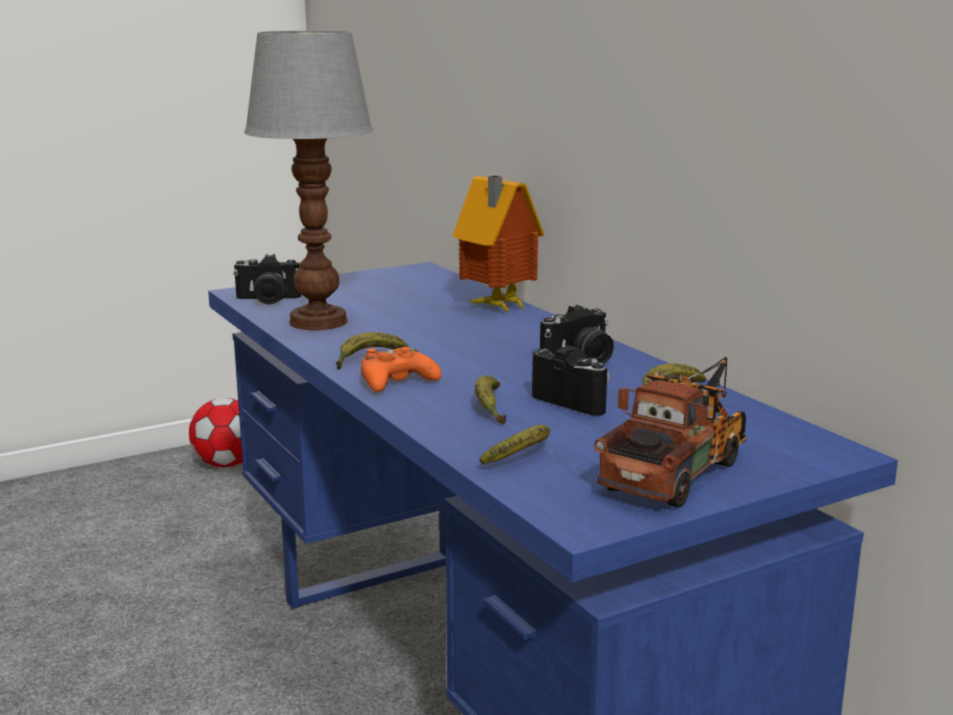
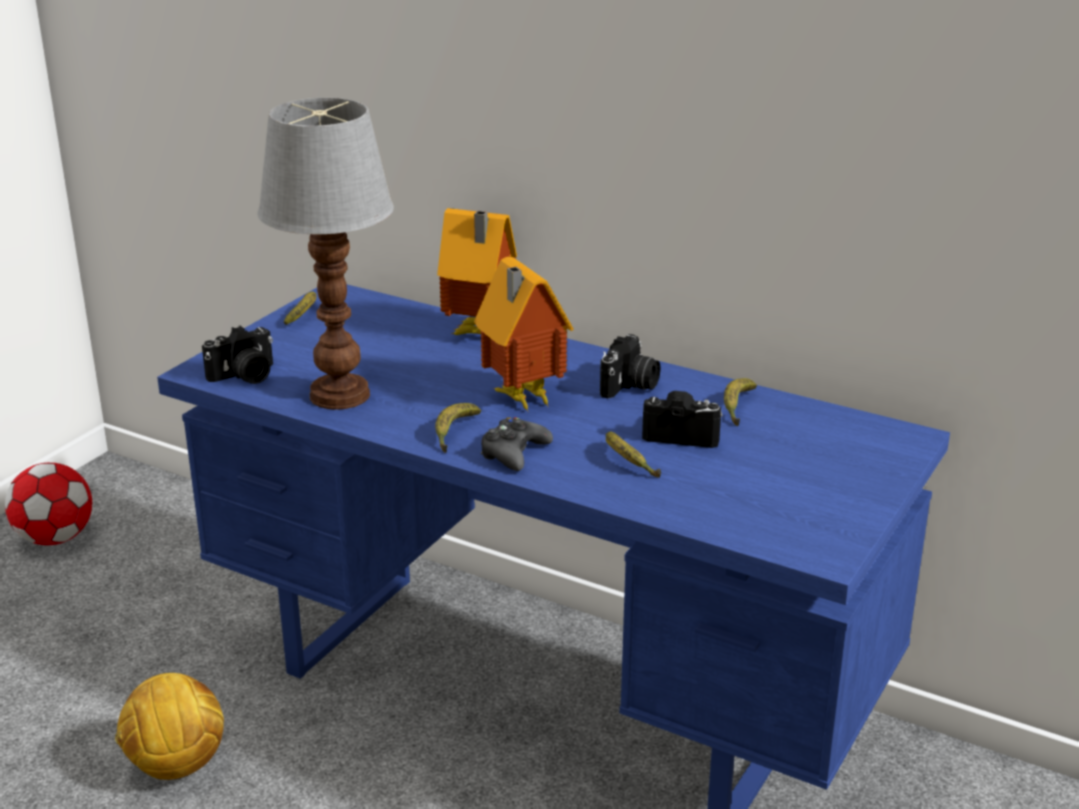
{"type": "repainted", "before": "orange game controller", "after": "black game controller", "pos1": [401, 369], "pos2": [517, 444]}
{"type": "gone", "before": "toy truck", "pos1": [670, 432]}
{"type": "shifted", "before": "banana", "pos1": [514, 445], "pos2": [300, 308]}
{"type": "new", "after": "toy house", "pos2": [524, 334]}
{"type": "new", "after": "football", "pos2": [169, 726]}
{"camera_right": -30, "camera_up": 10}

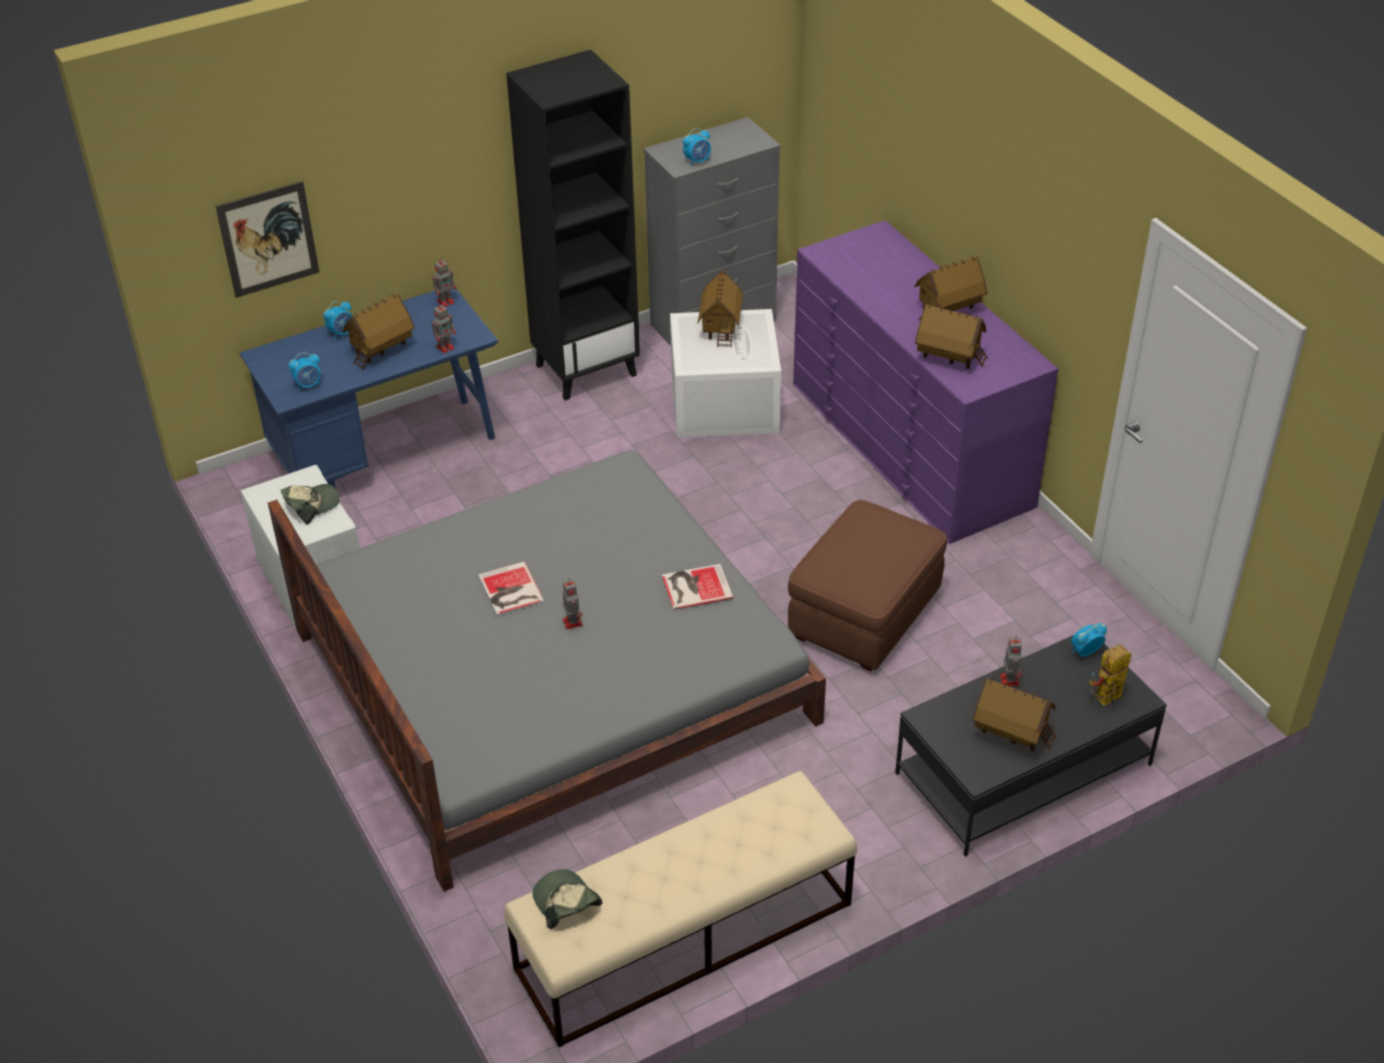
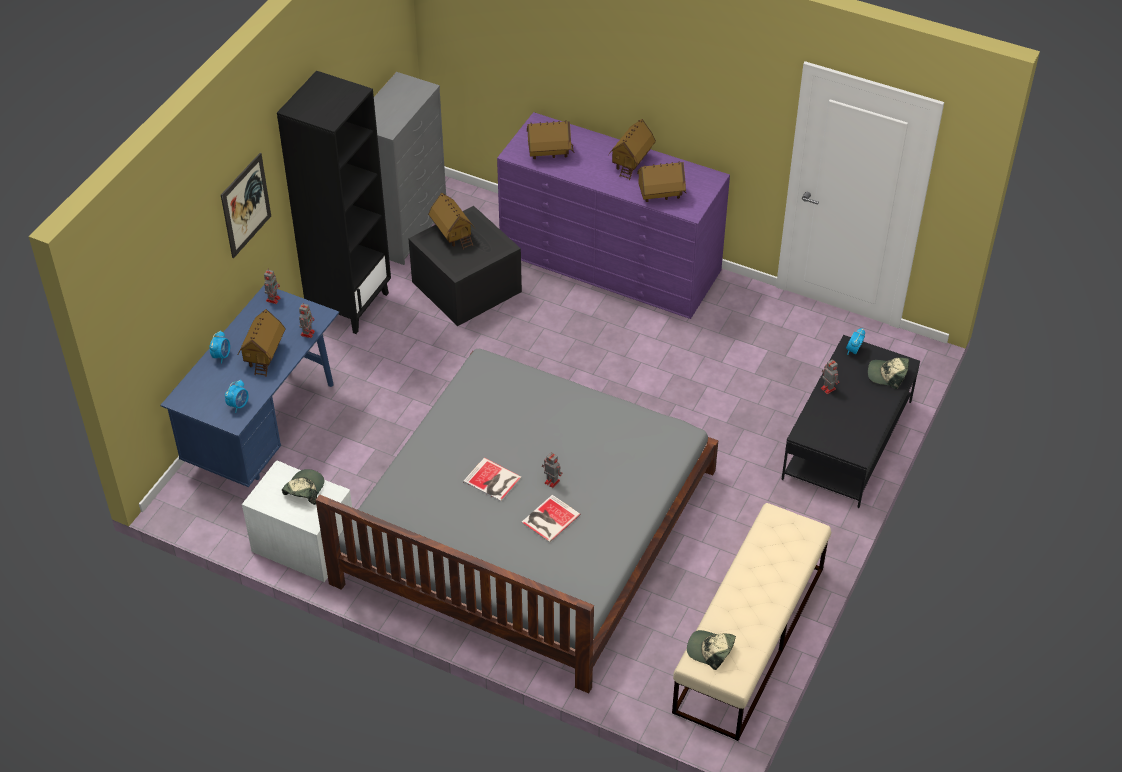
{"type": "gone", "before": "alarm clock", "pos1": [697, 147]}
{"type": "shifted", "before": "picture", "pos1": [267, 239], "pos2": [246, 205]}
{"type": "repainted", "before": "white storage box", "after": "black storage box", "pos1": [725, 373], "pos2": [465, 266]}
{"type": "gone", "before": "brown ottoman", "pos1": [867, 585]}
{"type": "shifted", "before": "book", "pos1": [697, 587], "pos2": [551, 519]}
{"type": "swapped", "before": "toy robot", "after": "cap", "pos1": [1110, 675], "pos2": [888, 373]}
{"type": "shifted", "before": "toy house", "pos1": [1014, 714], "pos2": [551, 140]}
{"camera_right": -35, "camera_up": 5}

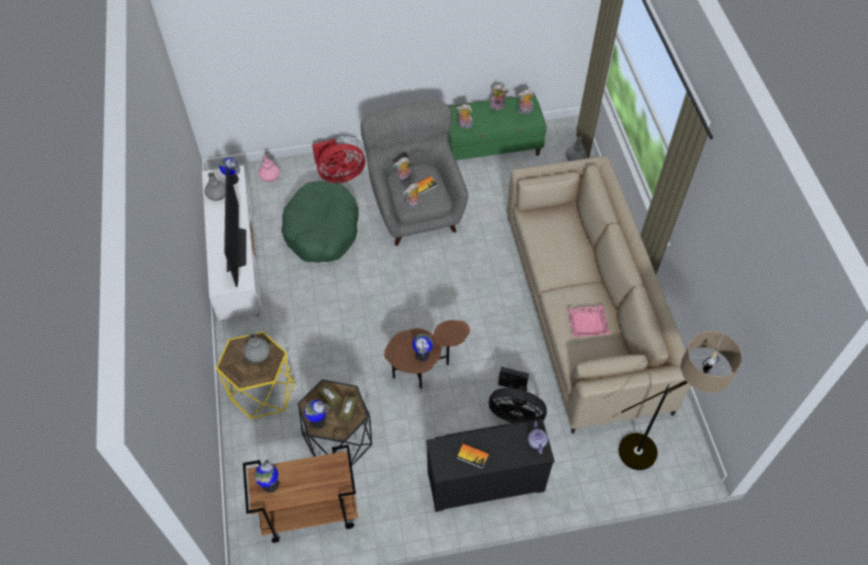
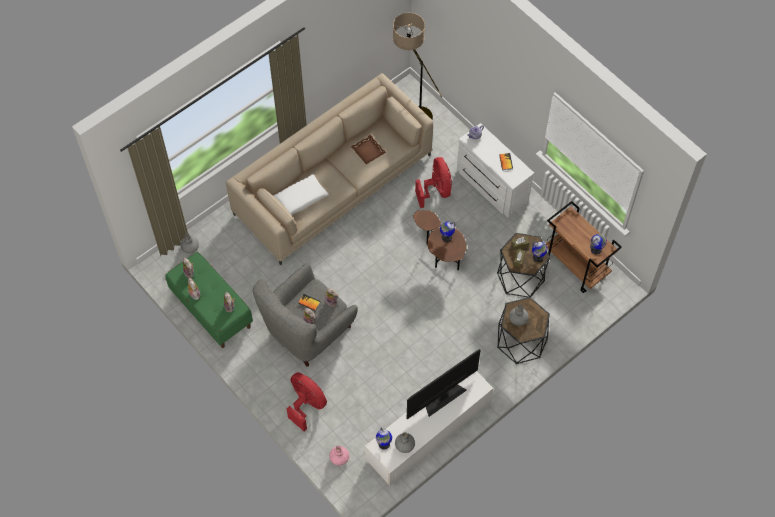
{"type": "gone", "before": "green dog bed", "pos1": [320, 222]}
{"type": "repainted", "before": "pink tray", "after": "brown tray", "pos1": [588, 321], "pos2": [368, 149]}
{"type": "repainted", "before": "yellow side table", "after": "black side table", "pos1": [255, 375], "pos2": [523, 330]}
{"type": "repainted", "before": "black fan", "after": "red fan", "pos1": [518, 394], "pos2": [433, 182]}
{"type": "repainted", "before": "black dresser", "after": "white dresser", "pos1": [490, 466], "pos2": [495, 170]}
{"type": "new", "after": "white pillow", "pos2": [300, 194]}
{"camera_right": -120, "camera_up": 5}

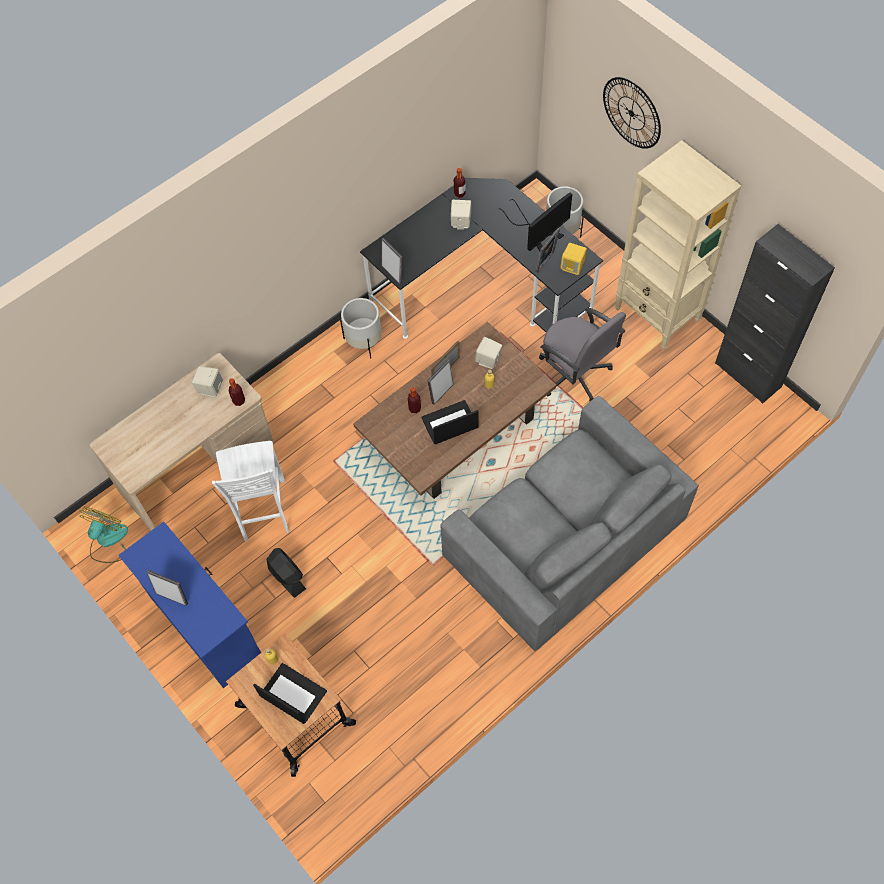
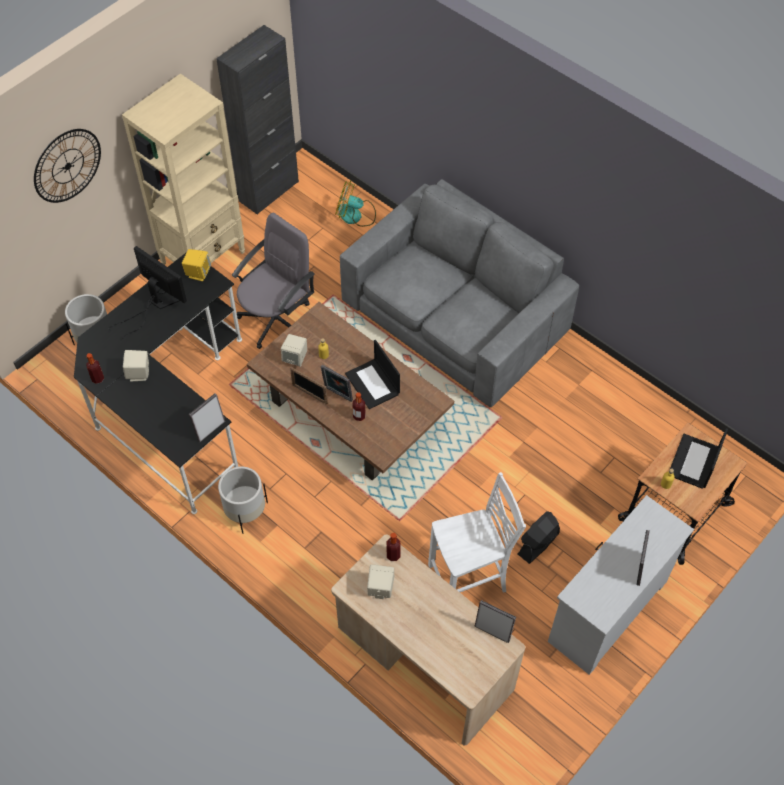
{"type": "shifted", "before": "picture frame", "pos1": [548, 250], "pos2": [495, 621]}
{"type": "shifted", "before": "fan", "pos1": [103, 534], "pos2": [355, 203]}
{"type": "repainted", "before": "blue dresser", "after": "white dresser", "pos1": [189, 605], "pos2": [621, 585]}
{"camera_right": -100, "camera_up": -5}

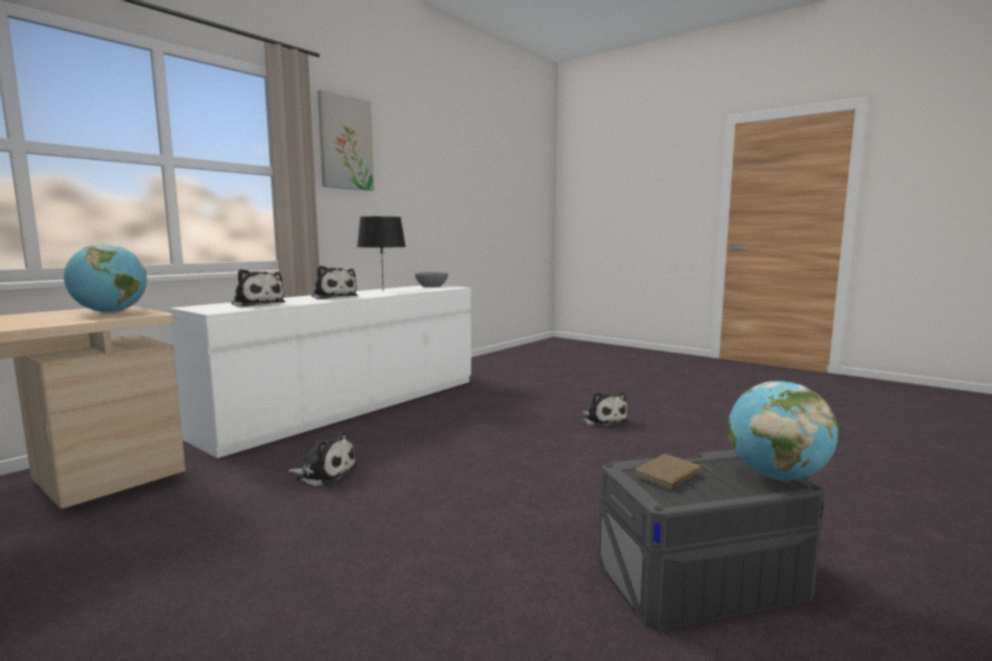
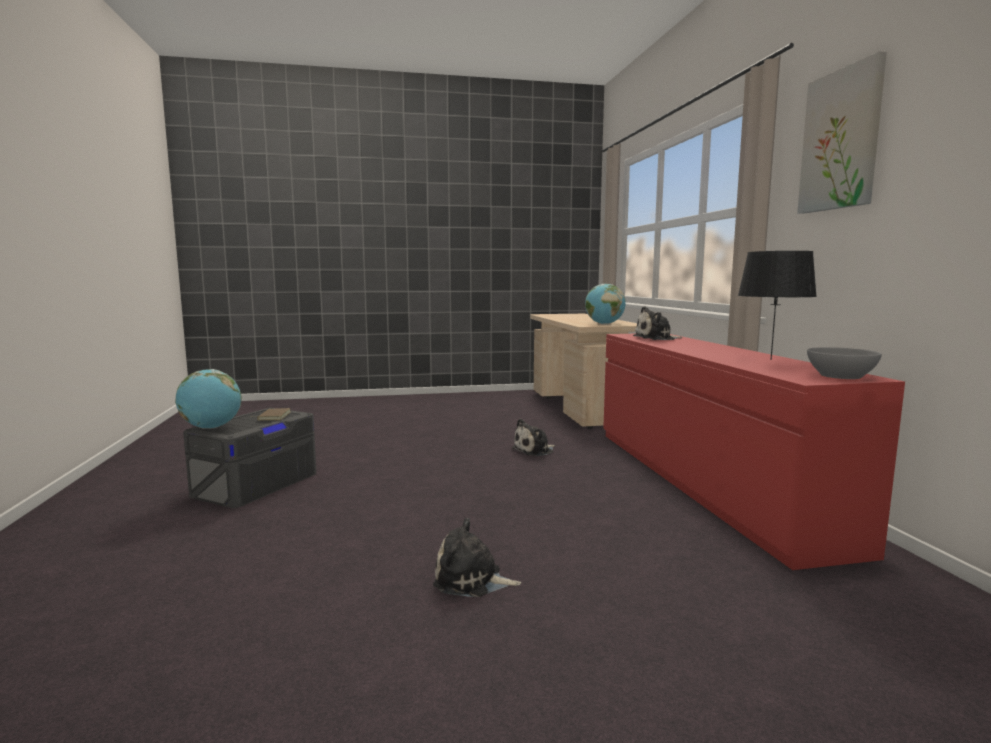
{"type": "gone", "before": "plush toy", "pos1": [334, 282]}
{"type": "repainted", "before": "white dresser", "after": "red dresser", "pos1": [320, 371], "pos2": [754, 452]}
{"camera_right": 130, "camera_up": 0}

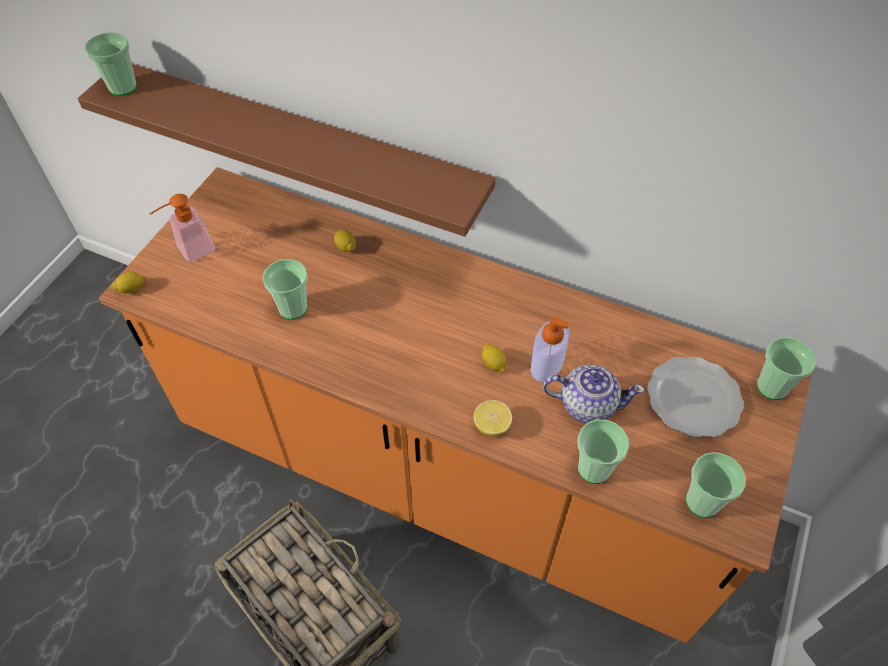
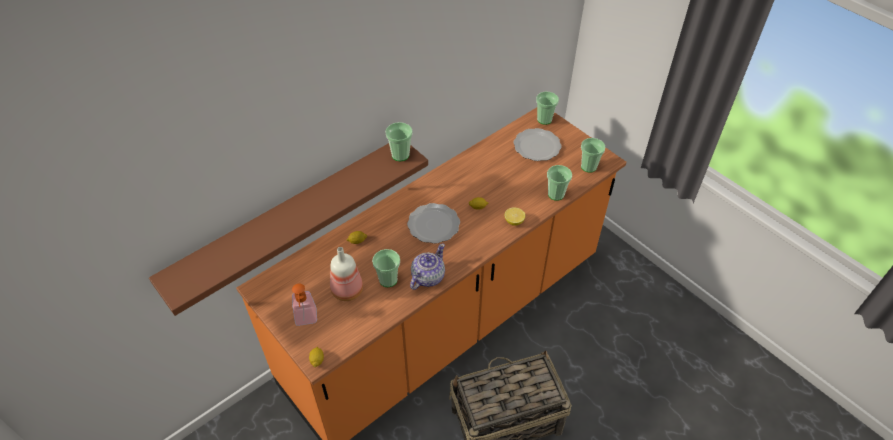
{"type": "shifted", "before": "cup", "pos1": [111, 64], "pos2": [399, 141]}
{"type": "gone", "before": "soap dispenser", "pos1": [550, 349]}
{"type": "shifted", "before": "teapot", "pos1": [594, 394], "pos2": [427, 267]}
{"type": "new", "after": "plate", "pos2": [433, 223]}
{"type": "new", "after": "bottle", "pos2": [346, 274]}
{"camera_right": -65, "camera_up": -5}

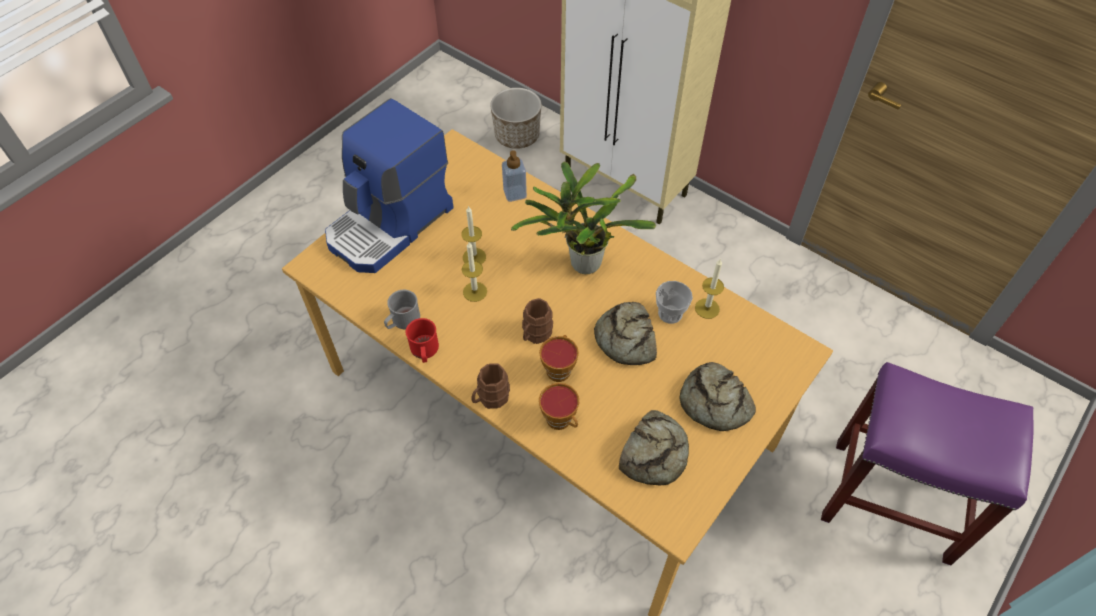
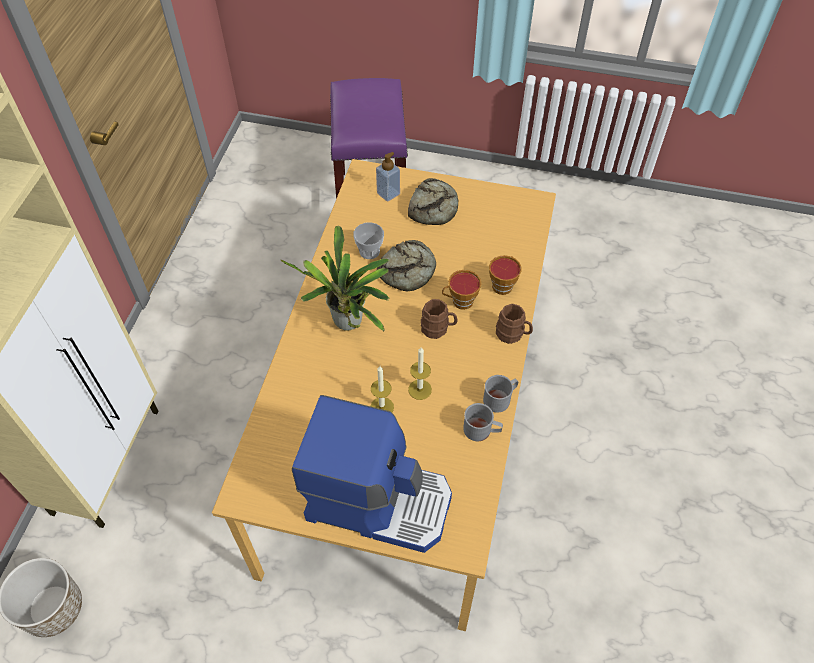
{"type": "shifted", "before": "soap dispenser", "pos1": [514, 176], "pos2": [388, 177]}
{"type": "gone", "before": "candle", "pos1": [709, 289]}
{"type": "repainted", "before": "red mug", "after": "grey mug", "pos1": [422, 340], "pos2": [500, 394]}
{"type": "gone", "before": "bread", "pos1": [654, 447]}
{"camera_right": -115, "camera_up": 0}

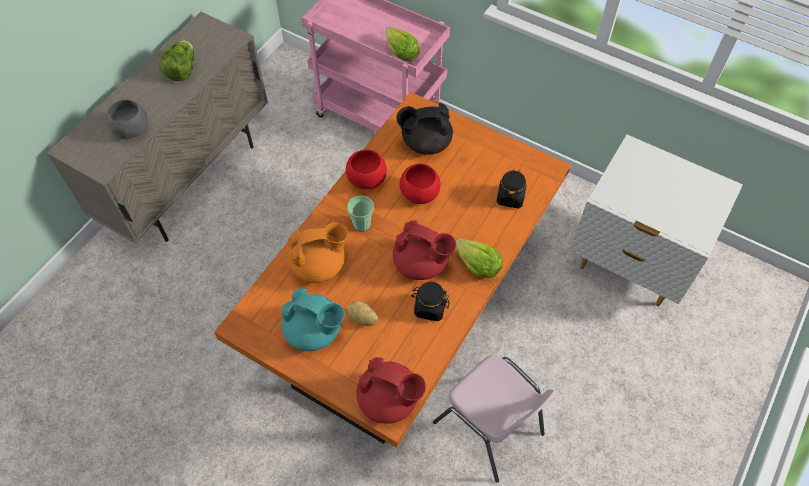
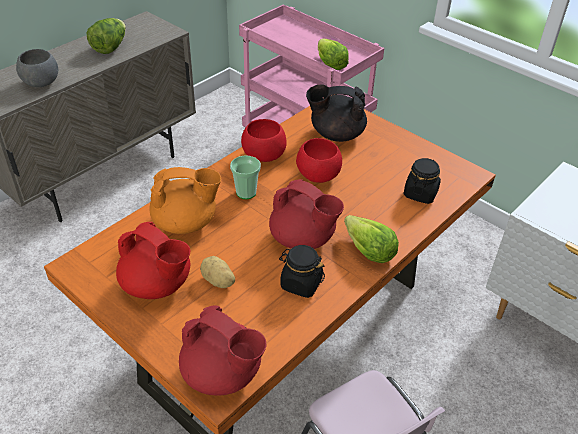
{"type": "repainted", "before": "turquoise teapot", "after": "red teapot", "pos1": [313, 319], "pos2": [153, 260]}
{"camera_right": 10, "camera_up": -15}

